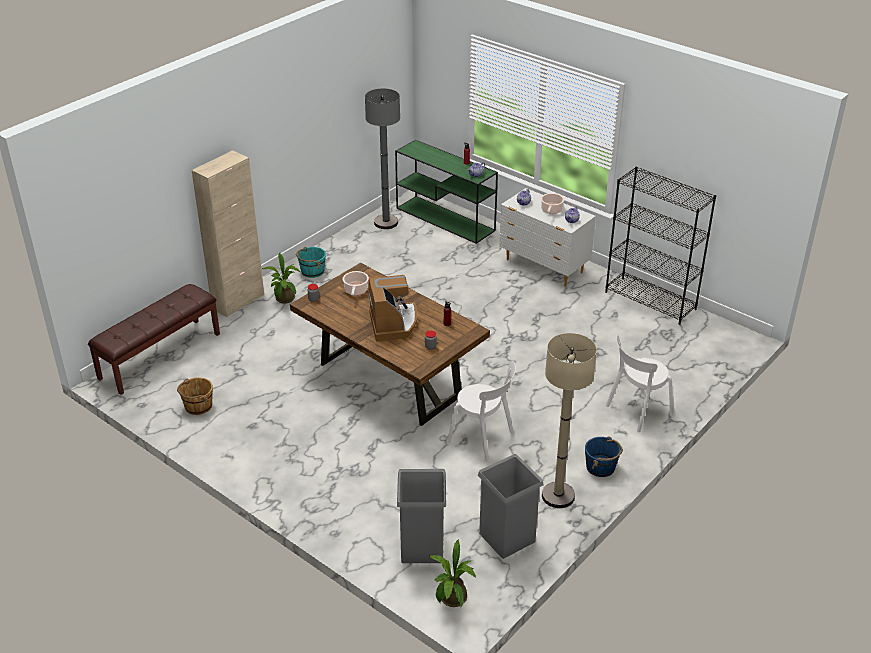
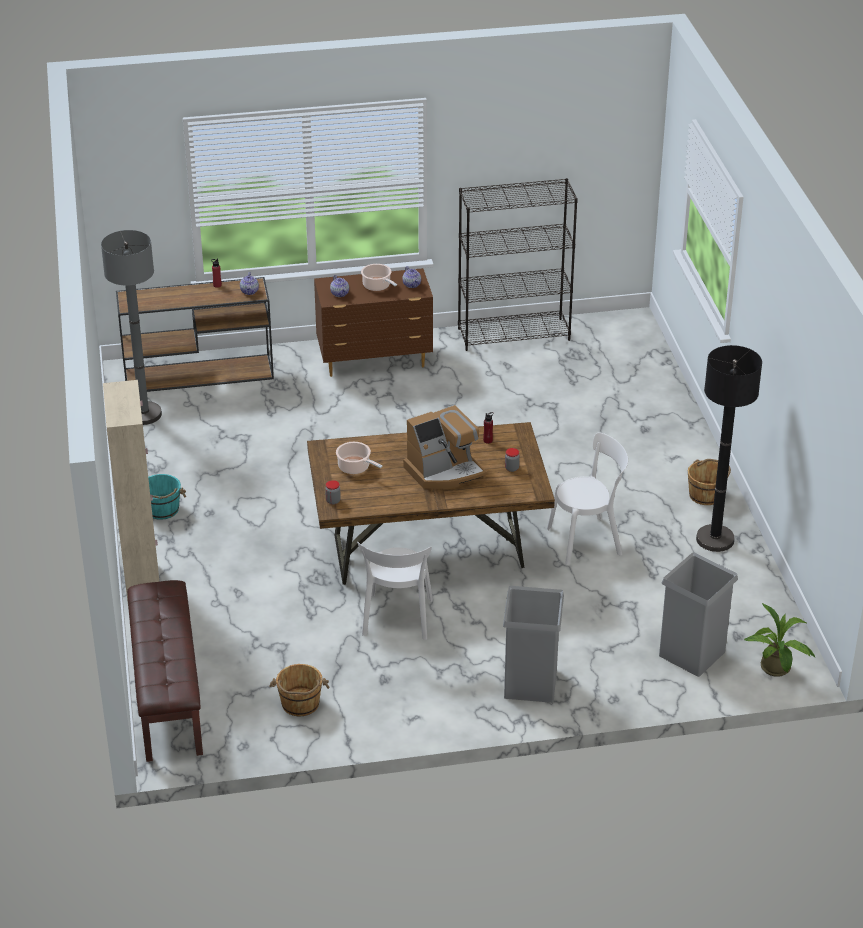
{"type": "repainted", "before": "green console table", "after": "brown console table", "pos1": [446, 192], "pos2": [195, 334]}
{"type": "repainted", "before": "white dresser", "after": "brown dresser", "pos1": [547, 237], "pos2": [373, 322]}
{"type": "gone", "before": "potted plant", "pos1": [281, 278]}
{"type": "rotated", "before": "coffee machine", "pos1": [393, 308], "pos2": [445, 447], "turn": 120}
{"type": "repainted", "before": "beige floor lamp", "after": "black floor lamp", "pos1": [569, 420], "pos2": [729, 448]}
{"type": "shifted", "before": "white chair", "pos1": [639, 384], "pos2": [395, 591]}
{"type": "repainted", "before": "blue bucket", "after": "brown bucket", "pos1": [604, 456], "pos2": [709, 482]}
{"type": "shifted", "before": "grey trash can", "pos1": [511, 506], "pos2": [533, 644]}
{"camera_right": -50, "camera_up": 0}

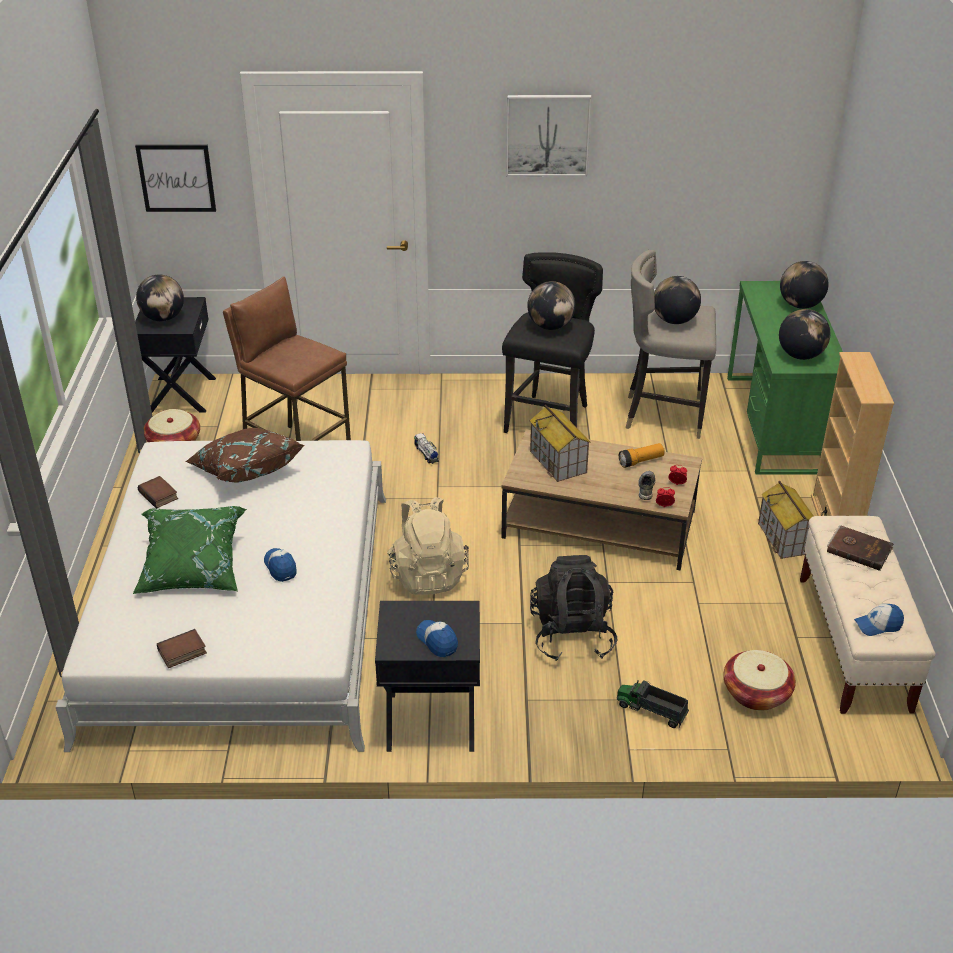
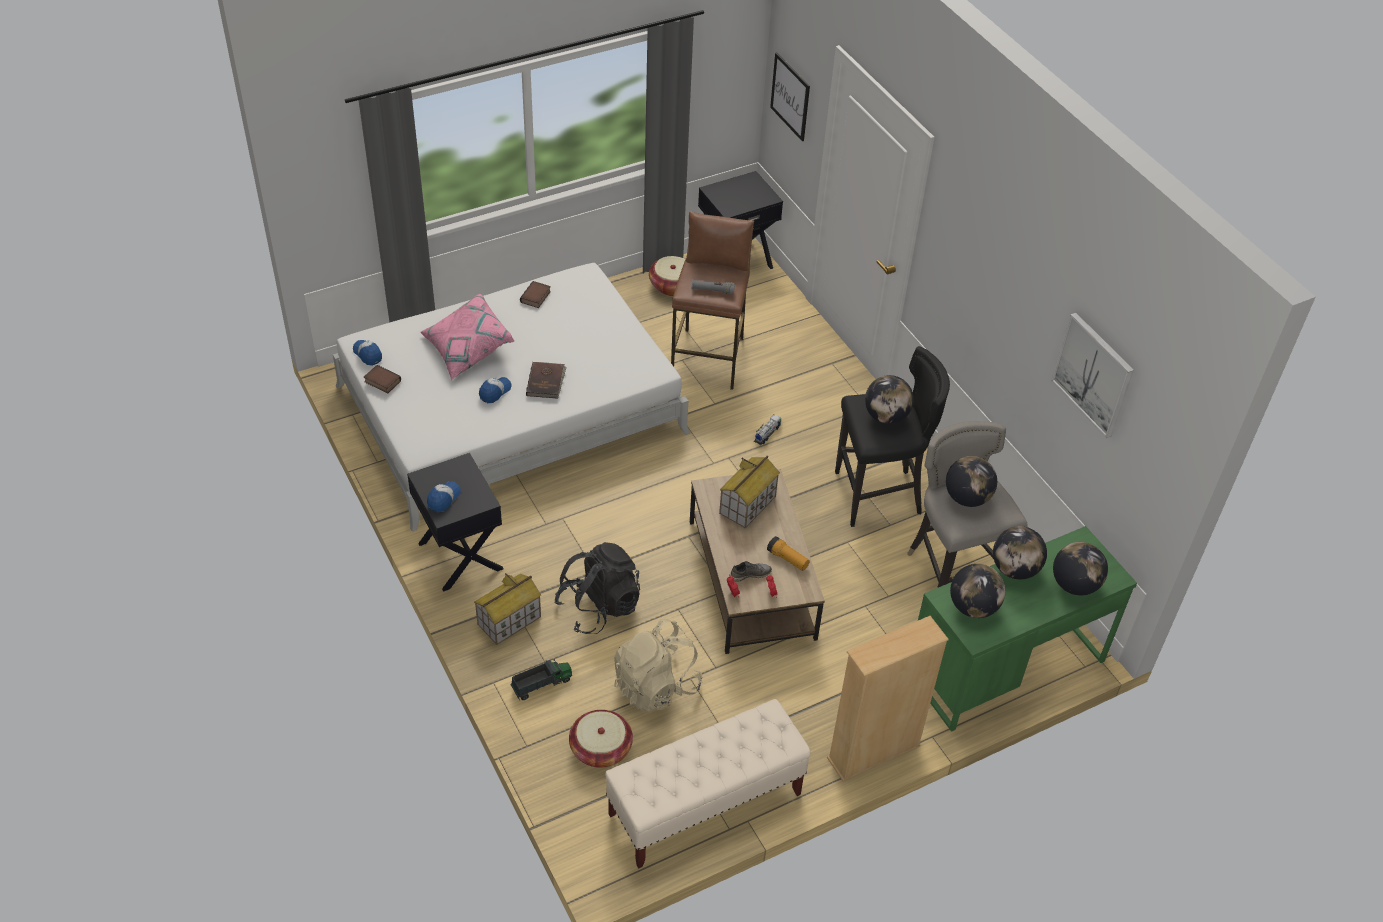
{"type": "shifted", "before": "picture", "pos1": [549, 136], "pos2": [1092, 375]}
{"type": "shifted", "before": "globe", "pos1": [160, 297], "pos2": [1020, 552]}
{"type": "gone", "before": "brown pillow", "pos1": [245, 455]}
{"type": "shifted", "before": "toy house", "pos1": [786, 520], "pos2": [507, 609]}
{"type": "shifted", "before": "beige backpack", "pos1": [428, 546], "pos2": [658, 665]}
{"type": "repainted", "before": "green pillow", "after": "pink pillow", "pos1": [190, 550], "pos2": [467, 337]}
{"type": "shifted", "before": "brown book", "pos1": [860, 548], "pos2": [546, 380]}
{"type": "shifted", "before": "cap", "pos1": [879, 620], "pos2": [367, 353]}
{"type": "rotated", "before": "toy truck", "pos1": [653, 704], "pos2": [541, 679], "turn": 60}
{"type": "new", "after": "grey flashlight", "pos2": [713, 286]}
{"camera_right": 60, "camera_up": 10}

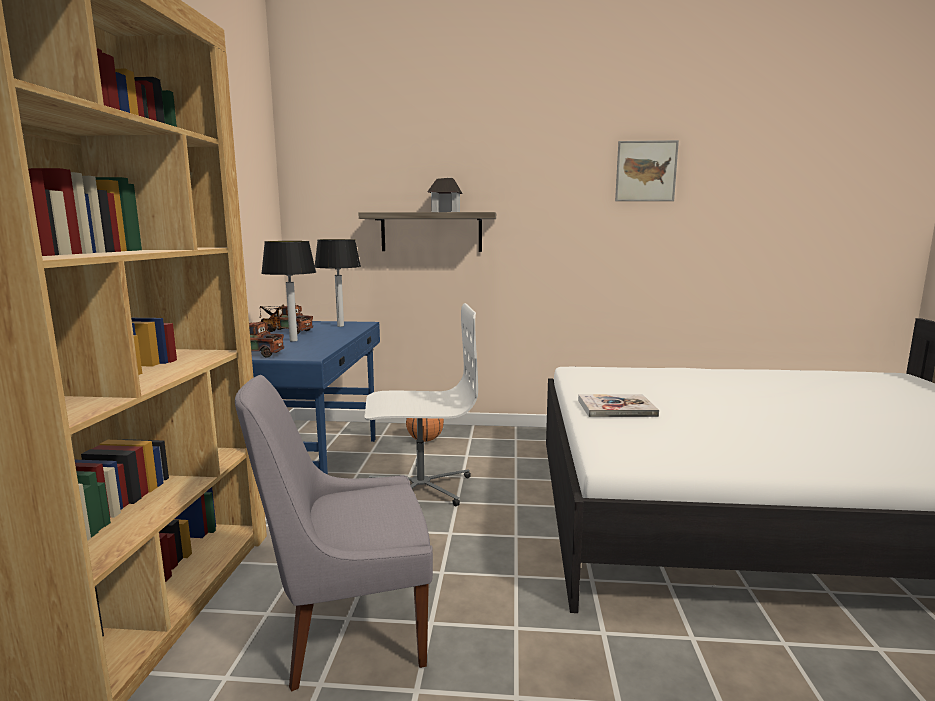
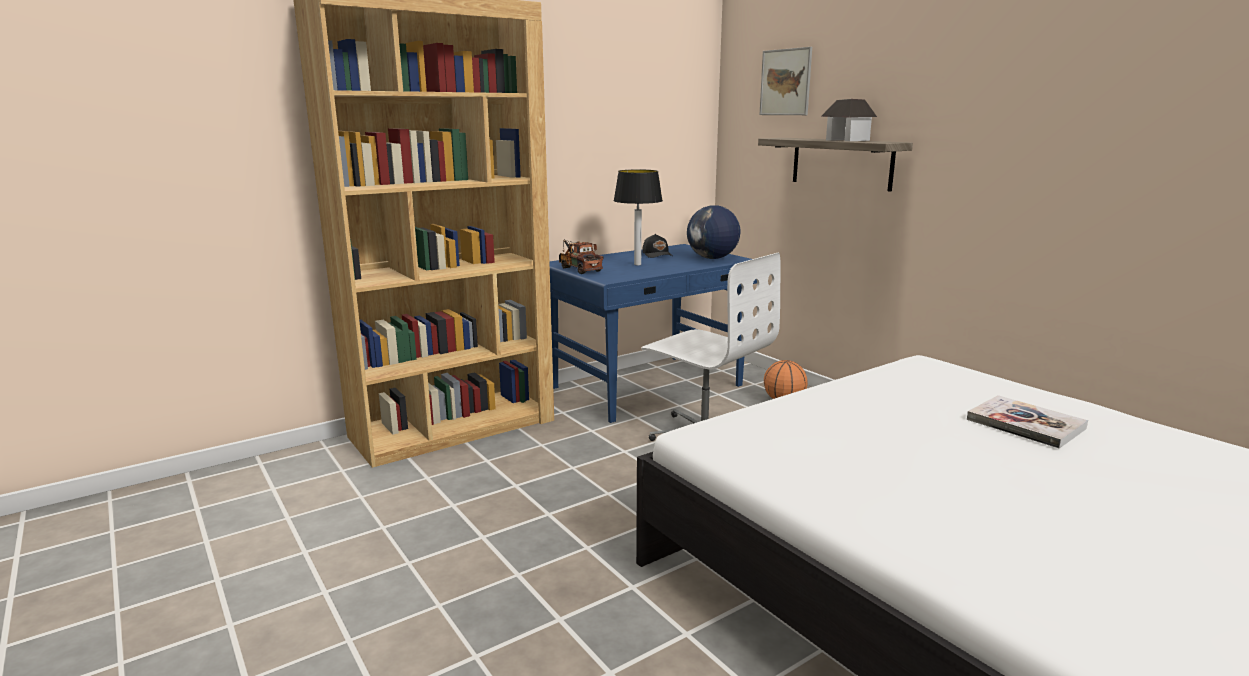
{"type": "shifted", "before": "picture", "pos1": [647, 170], "pos2": [785, 81]}
{"type": "swapped", "before": "table lamp", "after": "globe", "pos1": [338, 283], "pos2": [713, 232]}
{"type": "swapped", "before": "toy truck", "after": "black cap", "pos1": [286, 319], "pos2": [657, 246]}
{"type": "gone", "before": "grey chair", "pos1": [334, 533]}
{"type": "shifted", "before": "book", "pos1": [618, 405], "pos2": [1027, 421]}
{"camera_right": 50, "camera_up": 5}

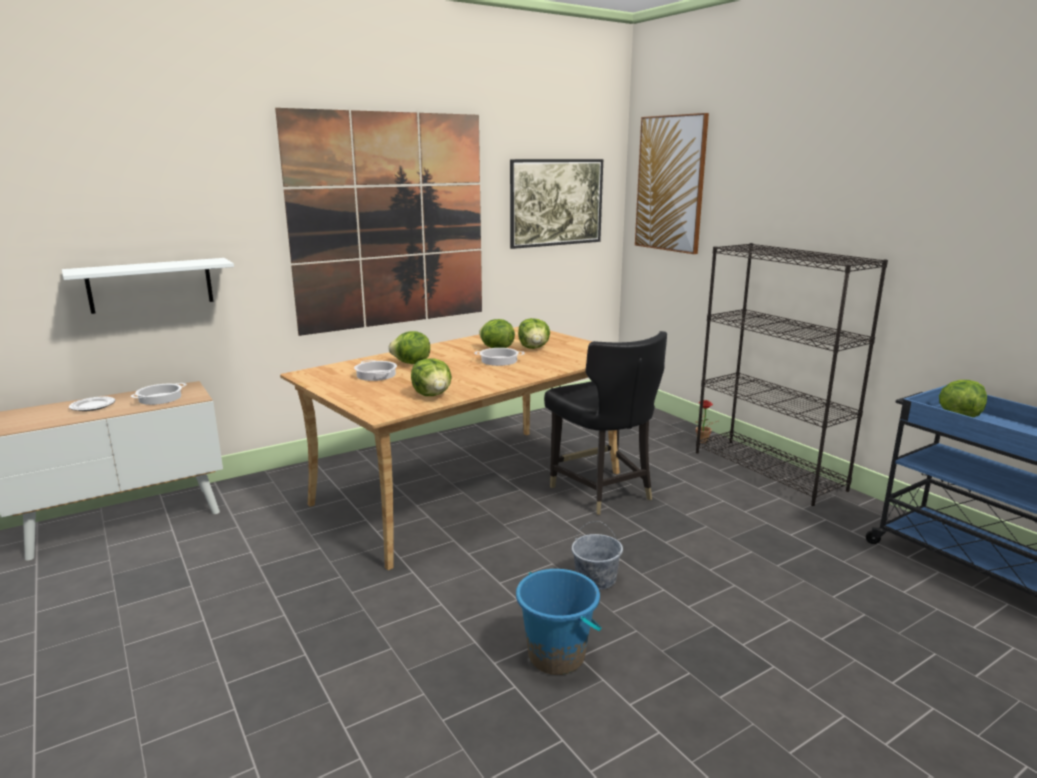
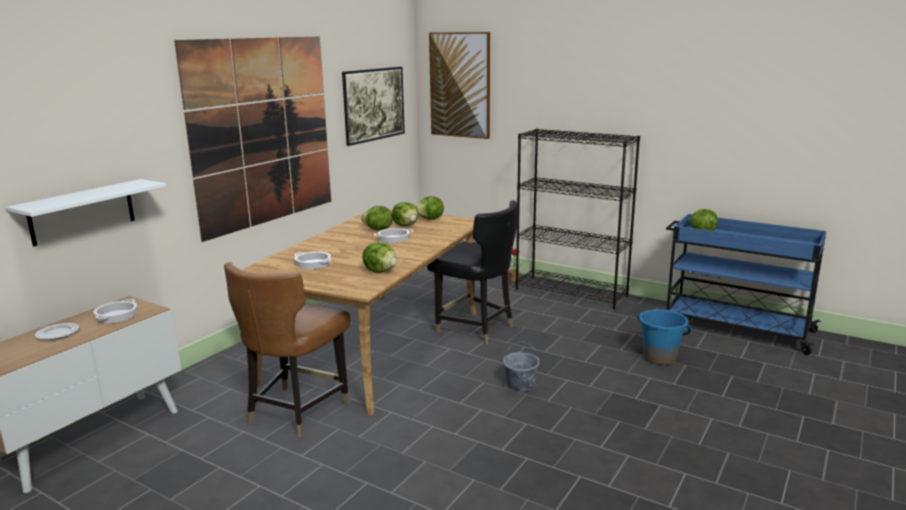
{"type": "shifted", "before": "lettuce", "pos1": [409, 347], "pos2": [429, 208]}
{"type": "shifted", "before": "blue bucket", "pos1": [559, 622], "pos2": [664, 337]}
{"type": "new", "after": "brown chair", "pos2": [287, 349]}
{"camera_right": -25, "camera_up": 0}

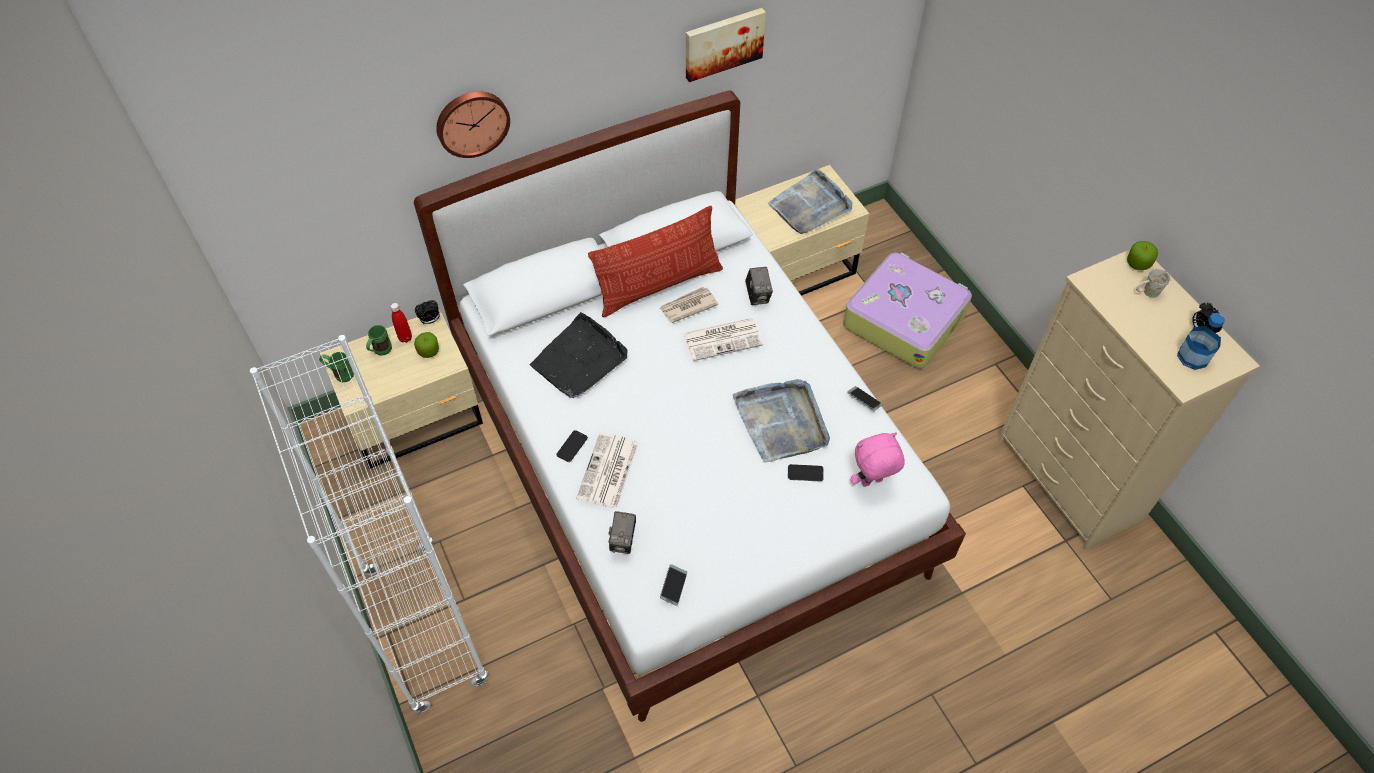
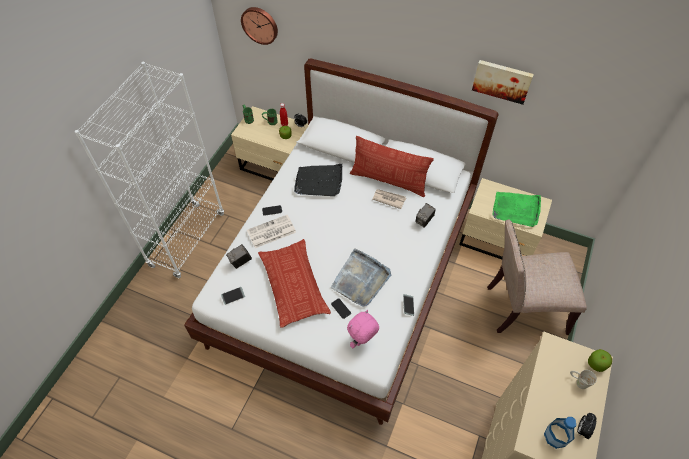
{"type": "shifted", "before": "wall clock", "pos1": [473, 124], "pos2": [259, 26]}
{"type": "repainted", "before": "grey tray", "after": "green tray", "pos1": [810, 201], "pos2": [516, 209]}
{"type": "swapped", "before": "suitcase", "after": "beige chair", "pos1": [907, 311], "pos2": [537, 277]}
{"type": "gone", "before": "newspaper", "pos1": [723, 339]}
{"type": "rotated", "before": "pink plush toy", "pos1": [878, 459], "pos2": [363, 329], "turn": -75}
{"type": "new", "after": "pillow", "pos2": [294, 283]}
{"camera_right": 50, "camera_up": 0}

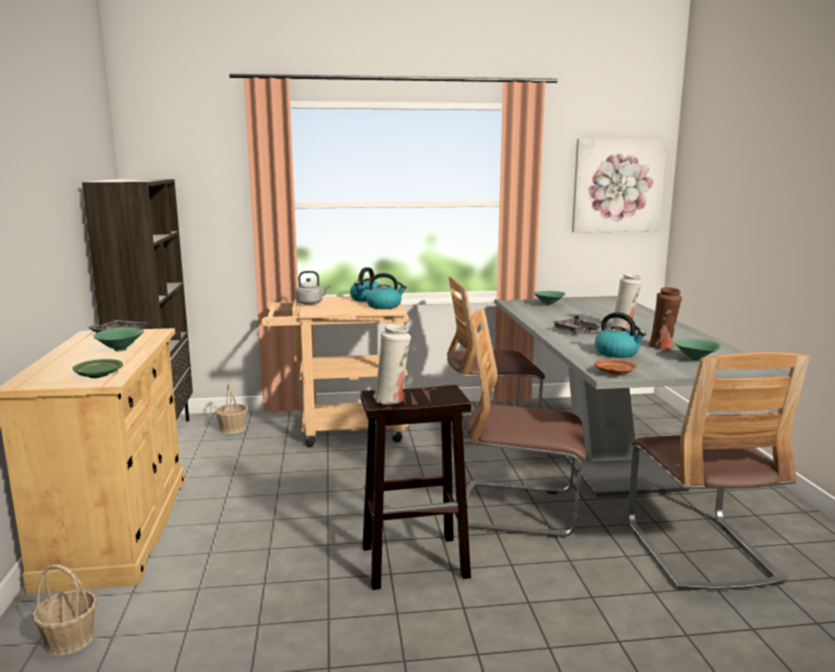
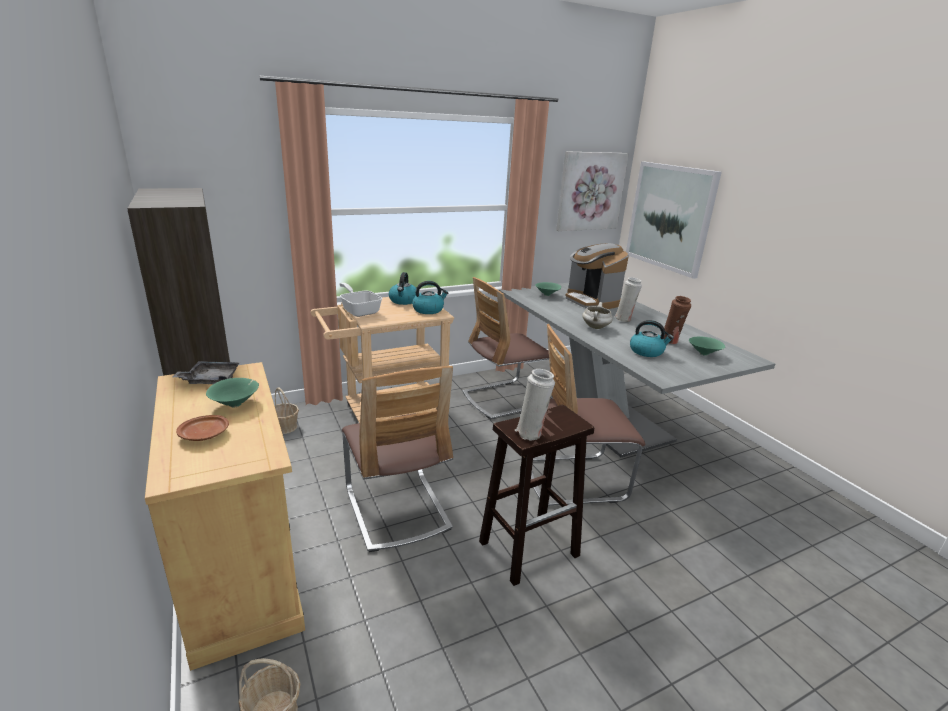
{"type": "swapped", "before": "grey kettle", "after": "frying pan", "pos1": [312, 288], "pos2": [360, 300]}
{"type": "swapped", "before": "grey tray", "after": "white cooking pot", "pos1": [577, 324], "pos2": [597, 315]}
{"type": "shifted", "before": "chair", "pos1": [719, 471], "pos2": [397, 459]}
{"type": "gone", "before": "green plate", "pos1": [97, 368]}
{"type": "shifted", "before": "brown plate", "pos1": [615, 367], "pos2": [202, 428]}
{"type": "new", "after": "picture", "pos2": [674, 220]}
{"type": "new", "after": "coffee machine", "pos2": [597, 276]}
{"camera_right": -20, "camera_up": 10}

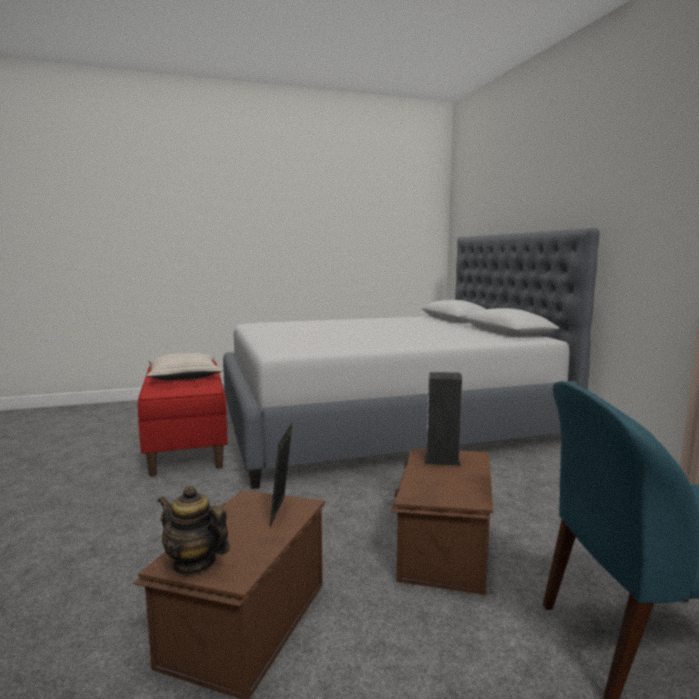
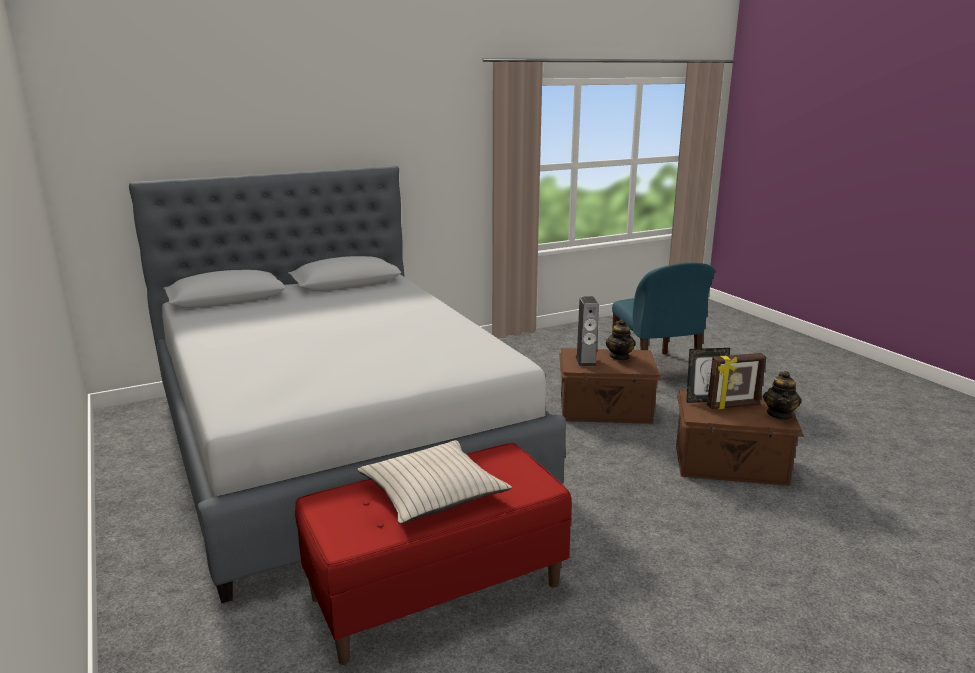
{"type": "new", "after": "teapot", "pos2": [620, 340]}
{"type": "new", "after": "picture frame", "pos2": [737, 381]}
{"camera_right": -100, "camera_up": 10}

